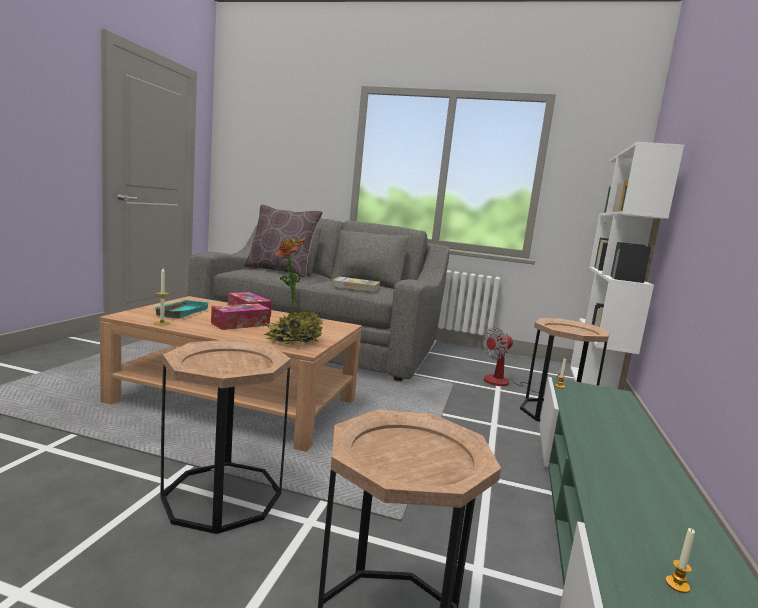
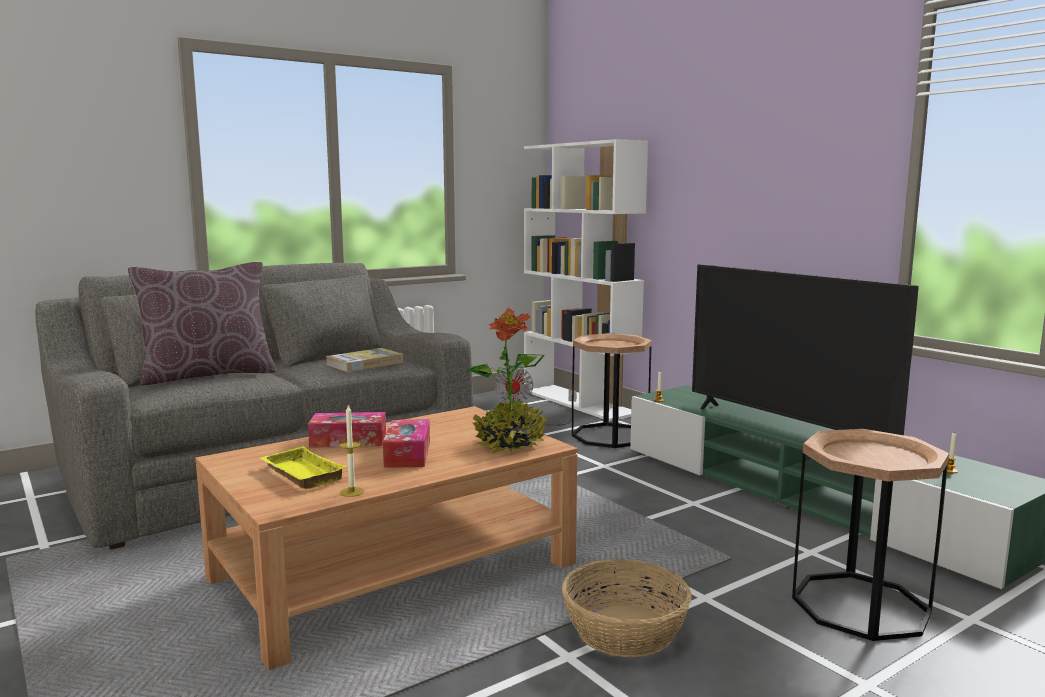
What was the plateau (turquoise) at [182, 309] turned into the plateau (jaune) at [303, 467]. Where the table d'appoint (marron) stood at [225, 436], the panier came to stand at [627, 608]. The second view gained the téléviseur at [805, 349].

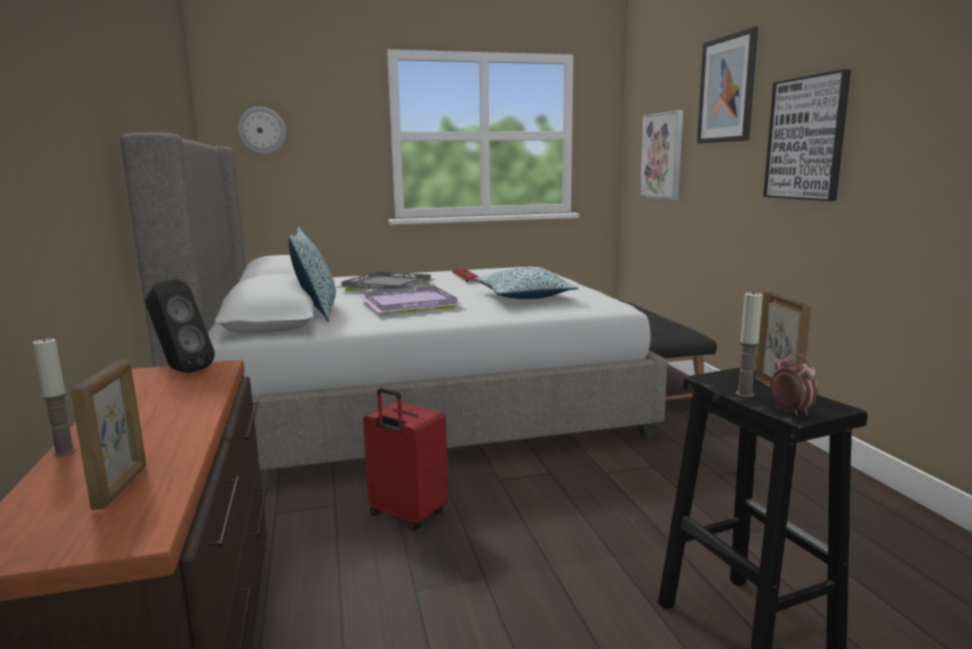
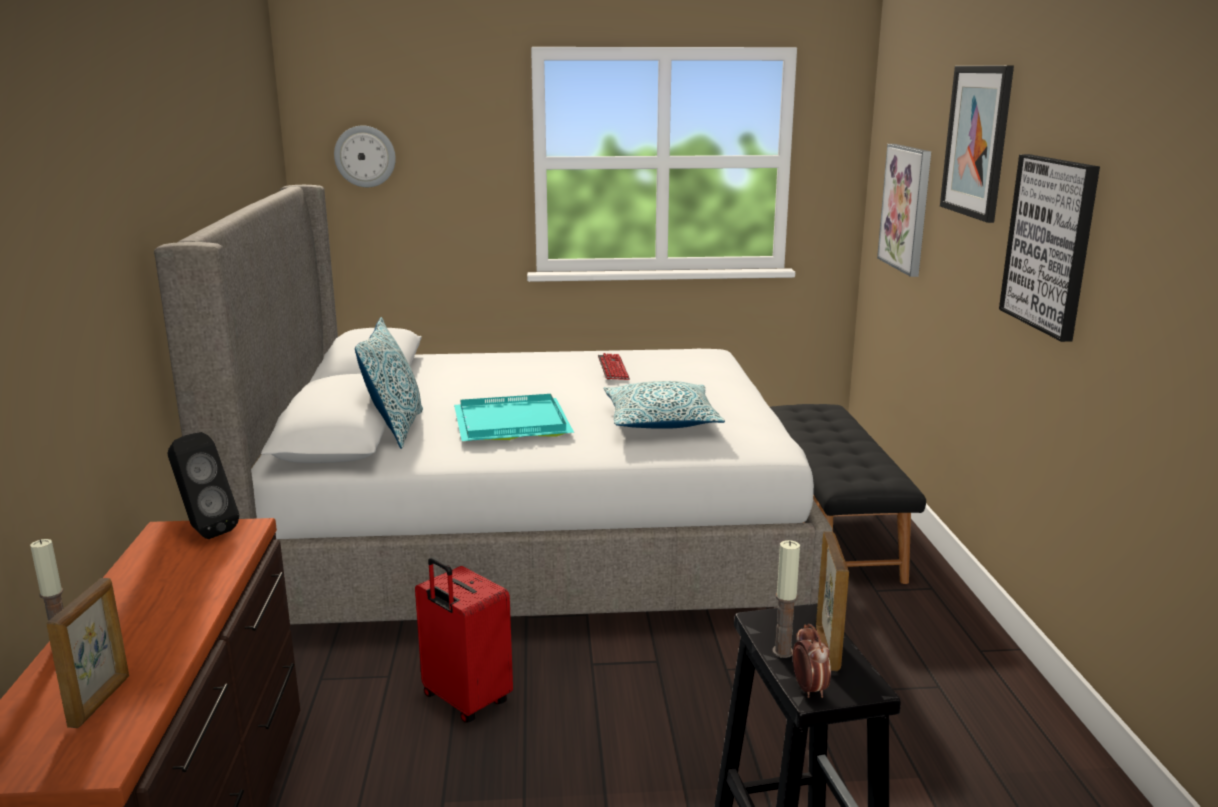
The second view lost the plateau (gris) at [386, 282]. What was the plateau (violet) at [411, 299] turned into the plateau (turquoise) at [514, 417].

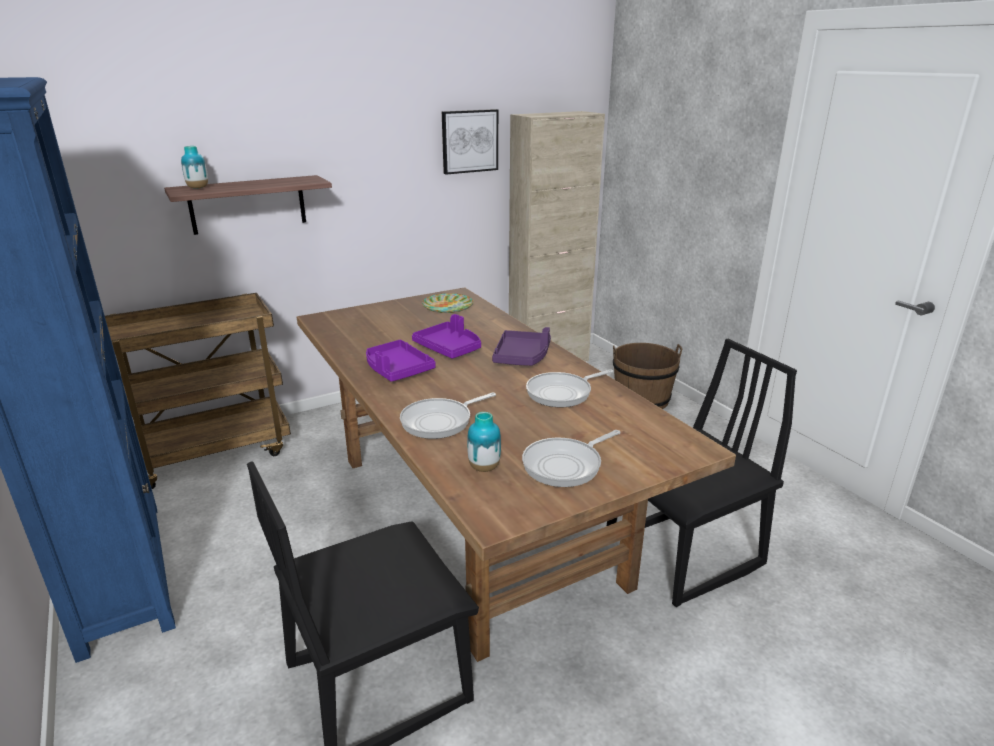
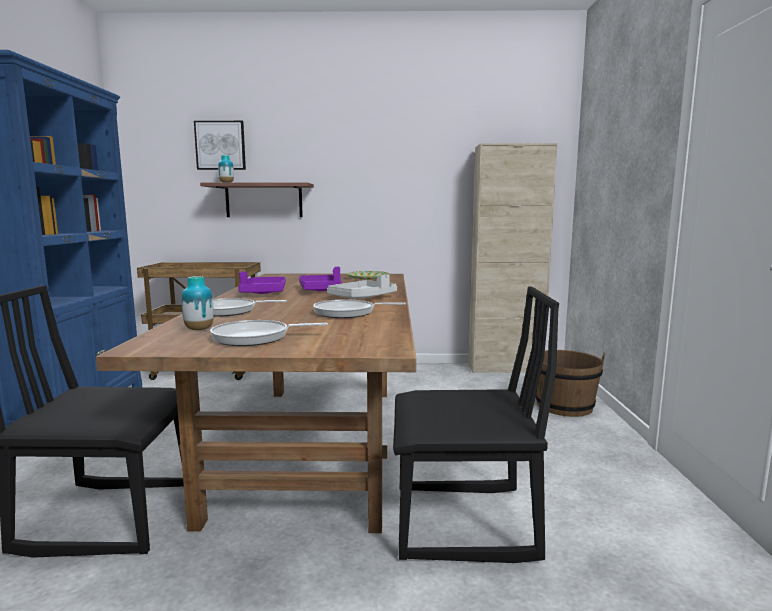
The tableau ended up elsewhere, having gone from [470, 142] to [220, 145]. What was the plateau (violet) at [521, 346] turned into the plateau (gris) at [362, 286].

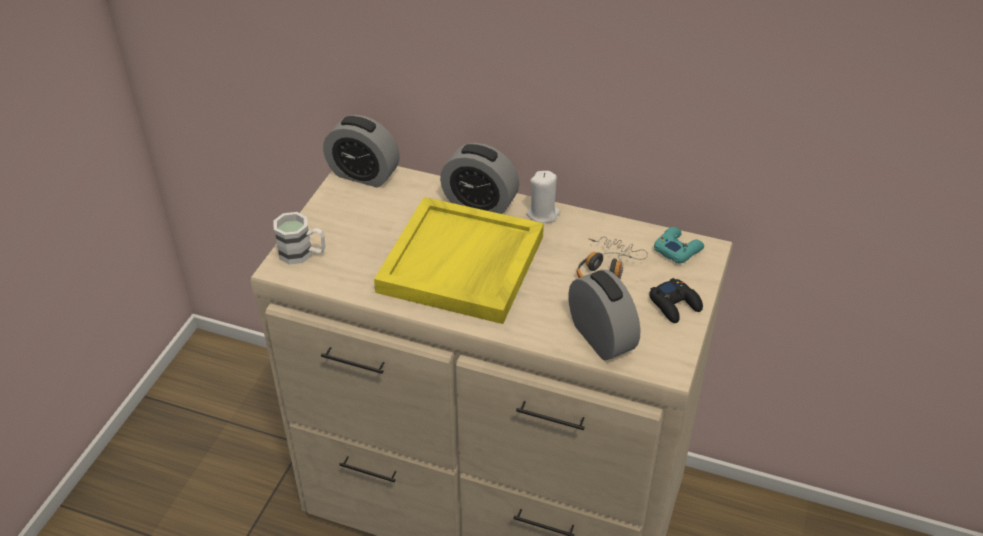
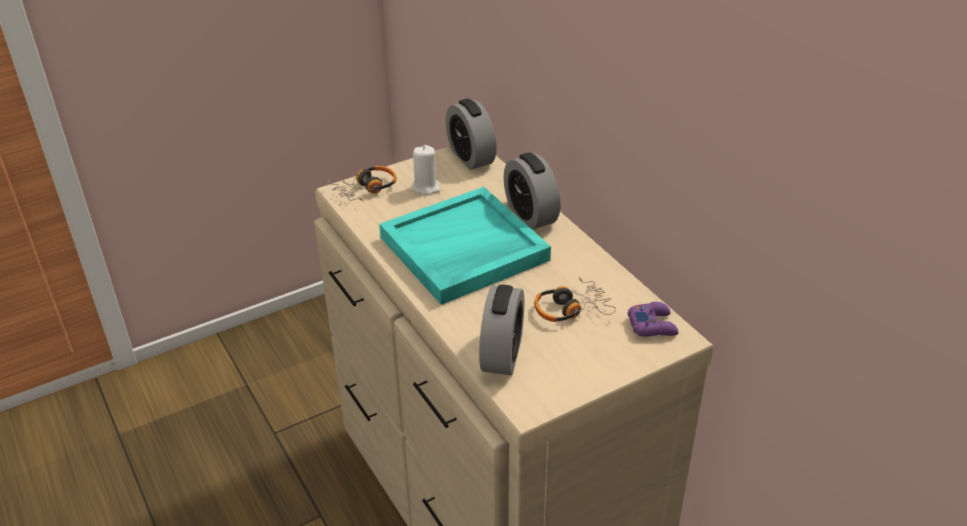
The bougie (blanc) ended up elsewhere, having gone from [543, 197] to [426, 170]. What was the plateau (jaune) at [459, 260] turned into the plateau (turquoise) at [465, 246]. Where the mug (blanc) stood at [299, 238], the casque audio came to stand at [361, 184]. What was the manette (turquoise) at [679, 245] turned into the manette (violet) at [653, 319]. The second view lost the manette (noir) at [676, 300].

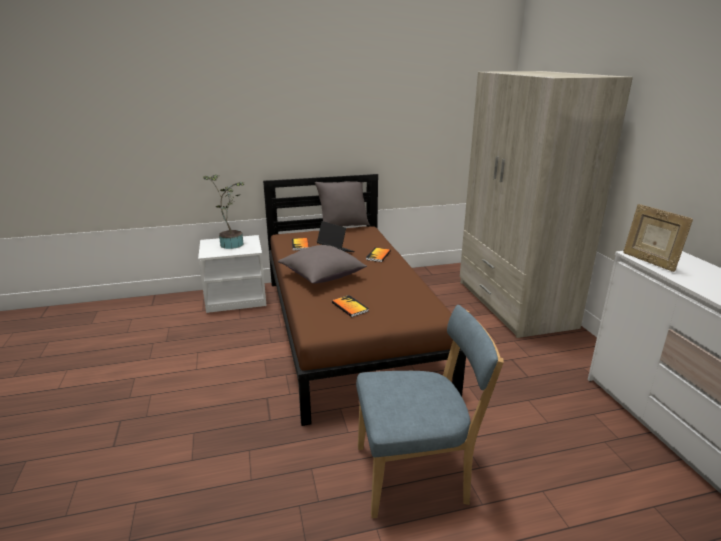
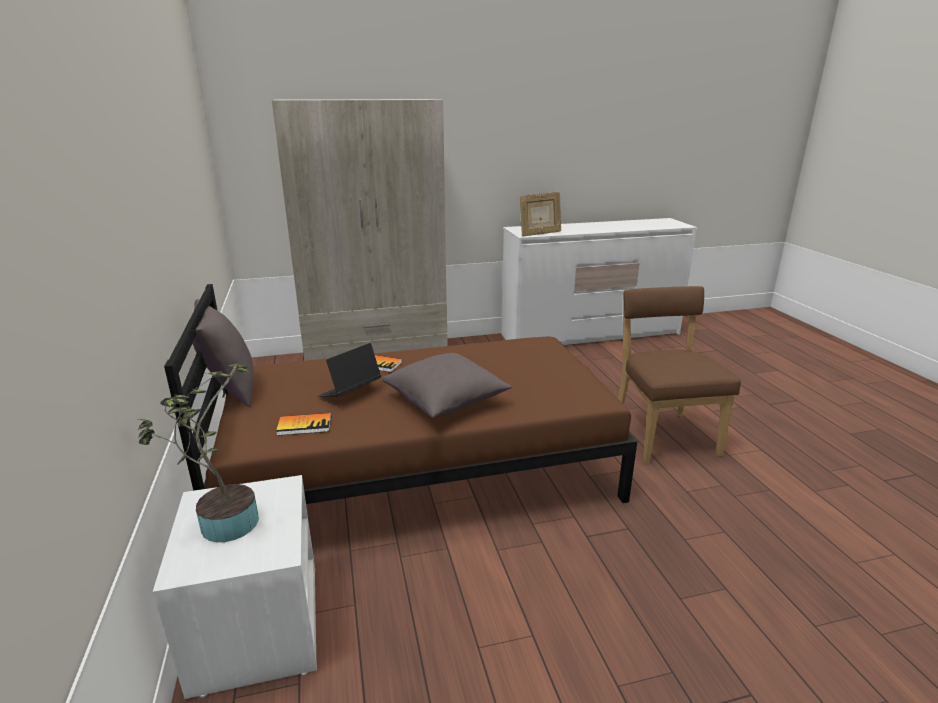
The second view lost the livre at [350, 306]. What was the chaise (bleu) at [430, 412] turned into the chaise (marron) at [679, 374].

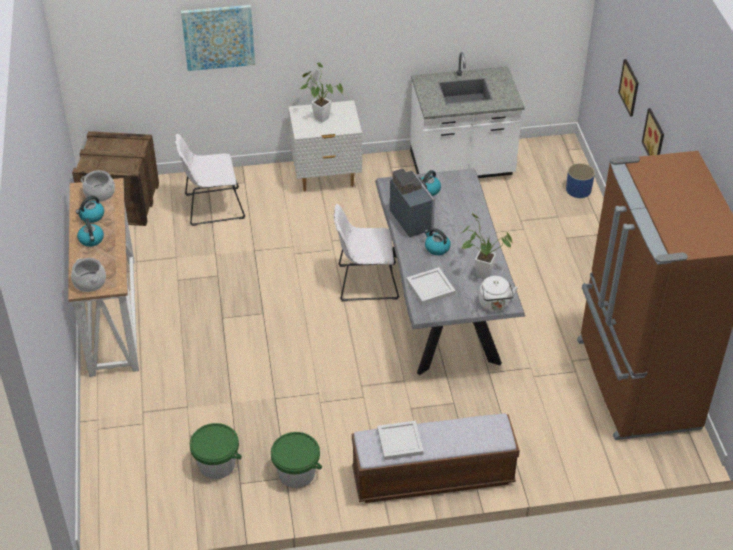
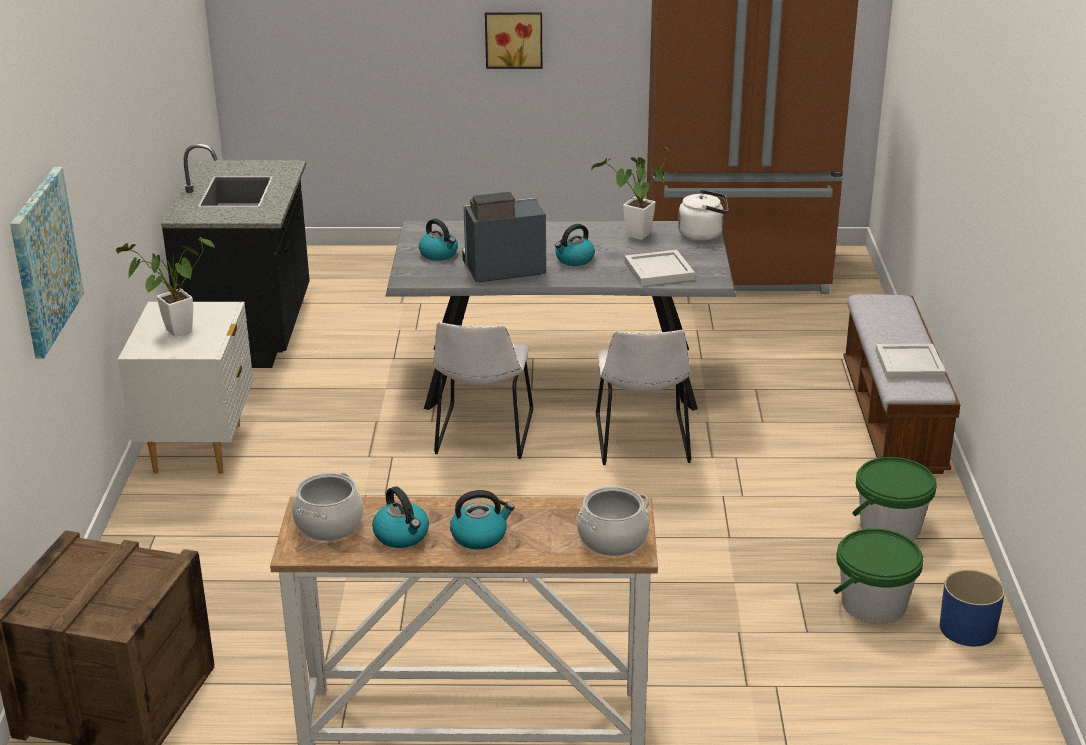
What was the comptoir de cuisine (blanc) at [467, 115] turned into the comptoir de cuisine (noir) at [235, 256]. The second view lost the tableau at [628, 88]. The chaise (blanc) ended up elsewhere, having gone from [210, 179] to [643, 397]. The cache-pot (bleu) ended up elsewhere, having gone from [580, 180] to [972, 608].

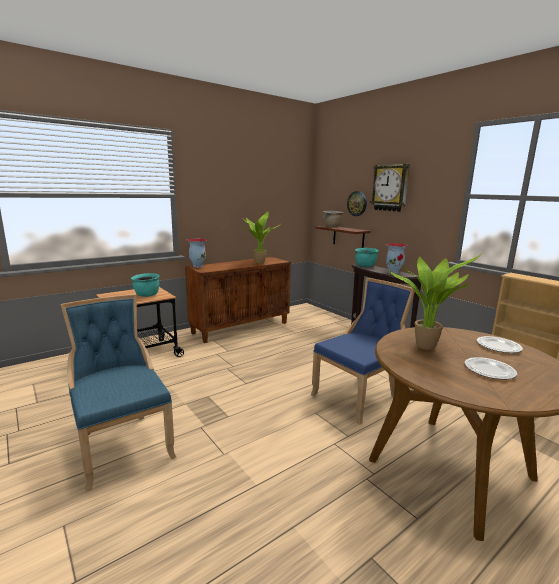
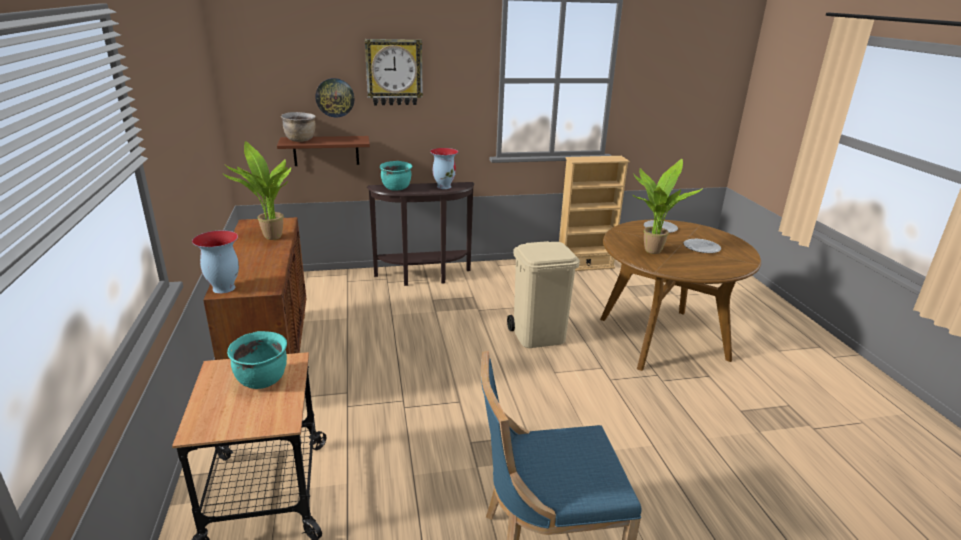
Where the chaise (bleu) stood at [363, 351], the poubelle (beige) came to stand at [543, 294].

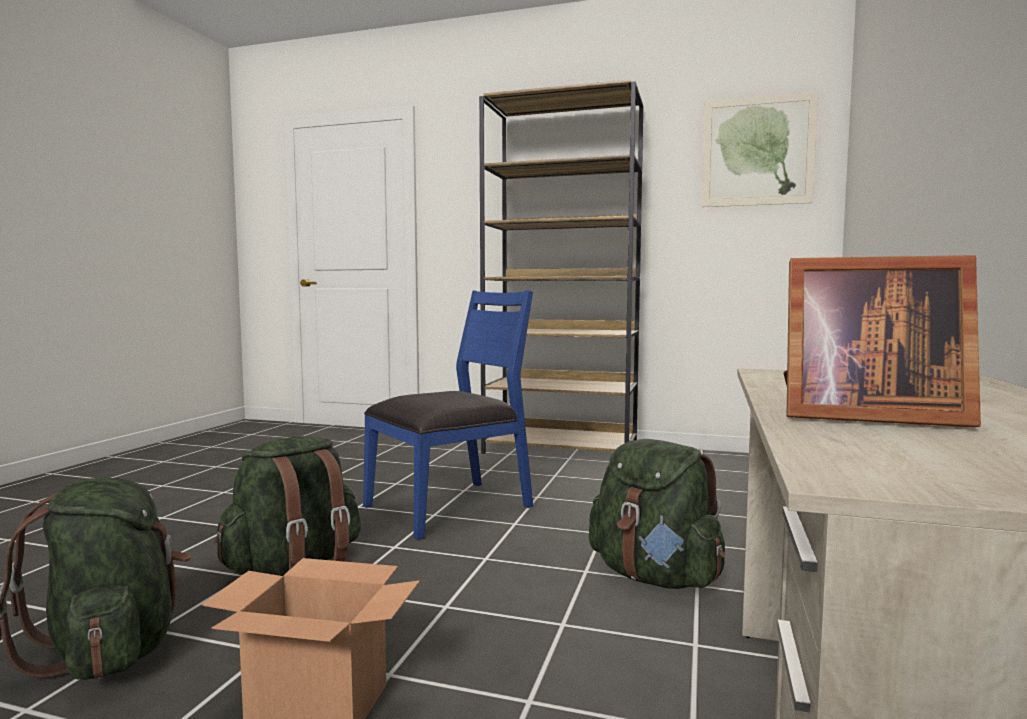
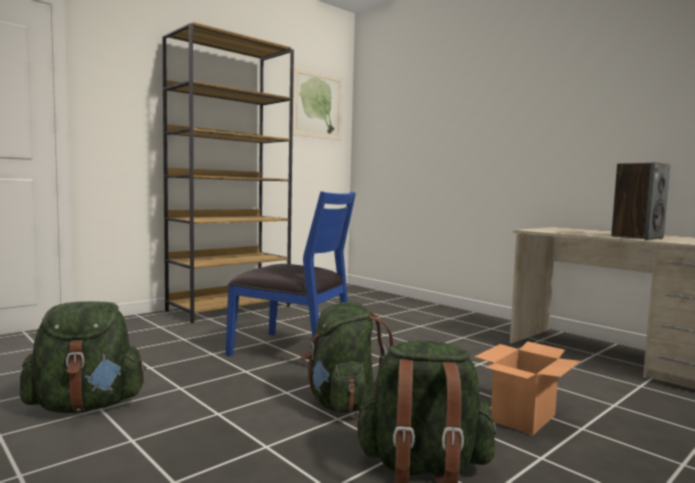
Where the cadre photo stood at [882, 341], the enceinte came to stand at [640, 201]. The chaise (bleu) at [448, 415] ended up facing another way, 120 degrees clockwise from before. The sac à dos (vert) ended up elsewhere, having gone from [657, 514] to [83, 357].

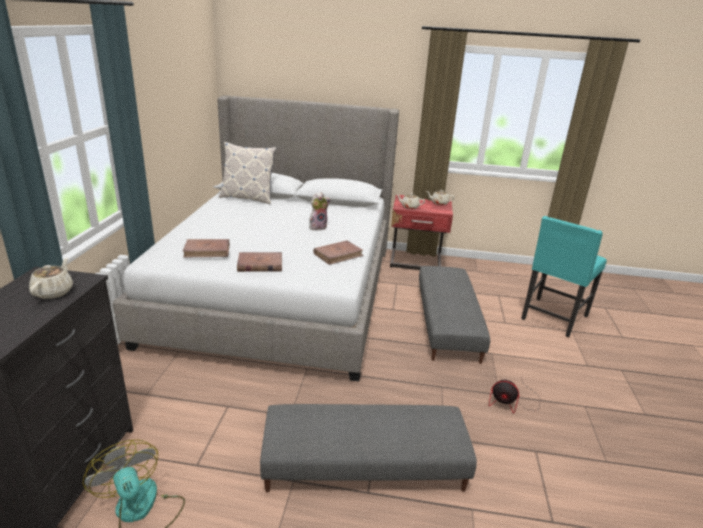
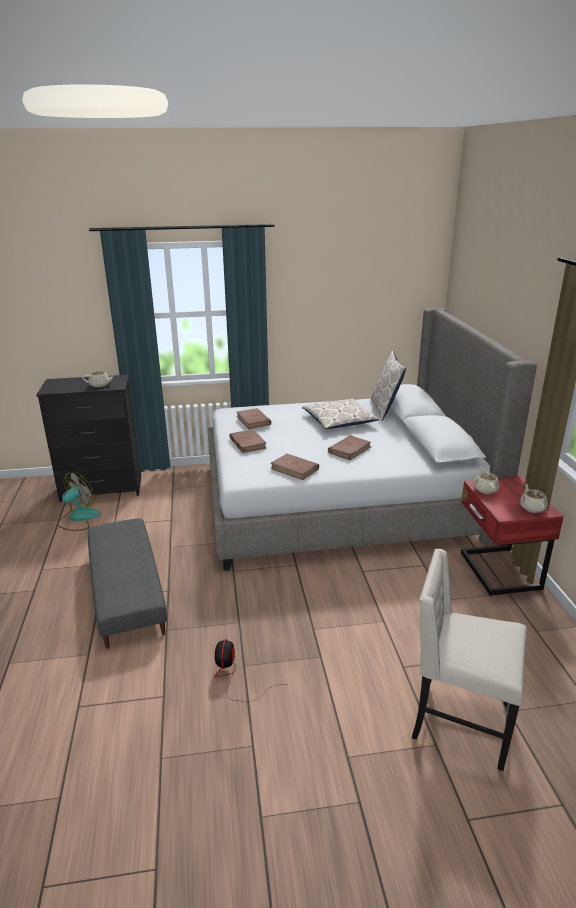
Where the peluche stood at [320, 211], the livre (marron) came to stand at [350, 447]. What was the chaise (turquoise) at [564, 276] turned into the chaise (beige) at [469, 660]. The second view lost the pouf (gris) at [454, 315]. The second view gained the coussin at [341, 413].

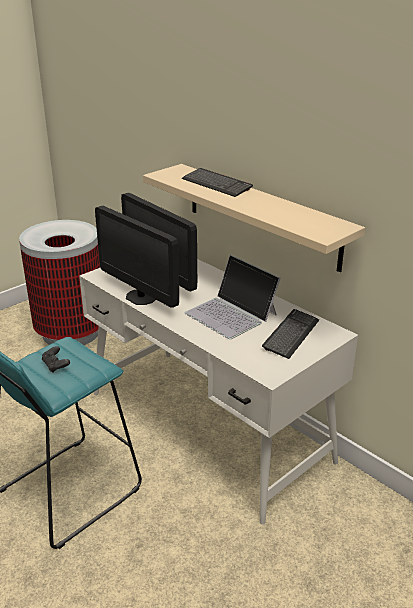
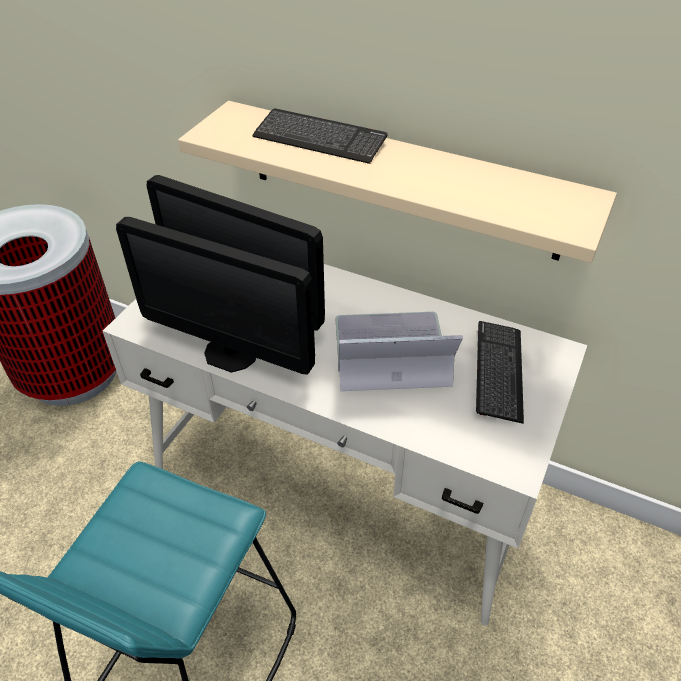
The ordinateur portable at [232, 297] ended up facing another way, 150 degrees clockwise from before. The second view lost the manette (noir) at [56, 359].

